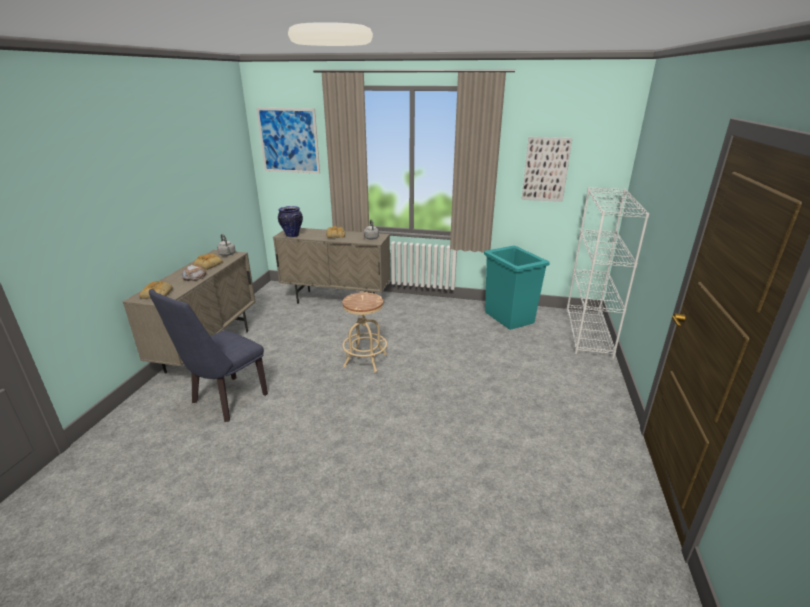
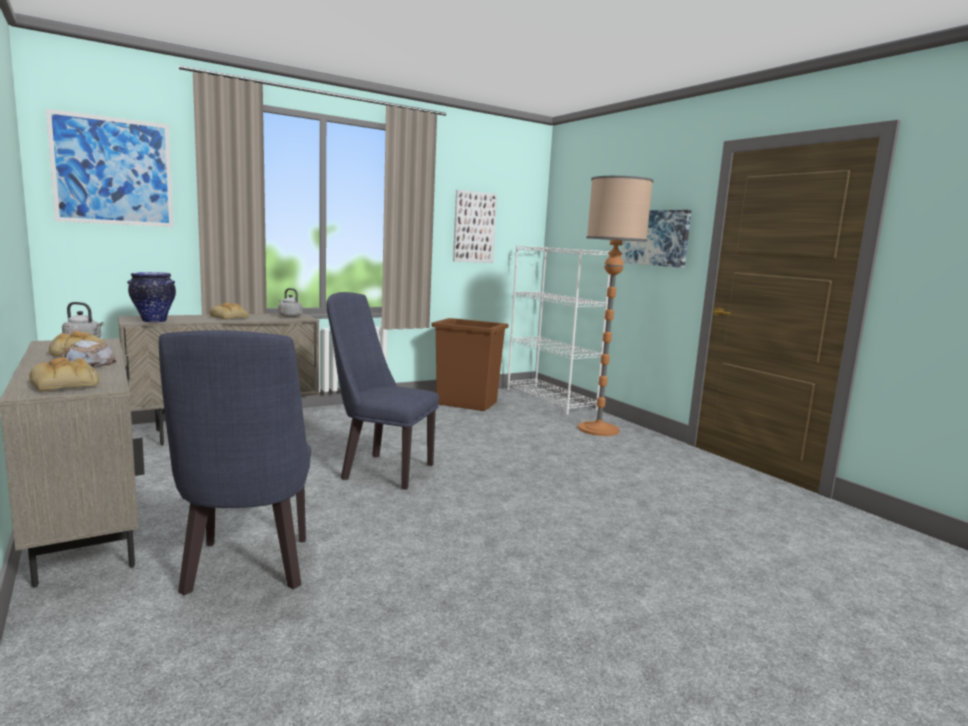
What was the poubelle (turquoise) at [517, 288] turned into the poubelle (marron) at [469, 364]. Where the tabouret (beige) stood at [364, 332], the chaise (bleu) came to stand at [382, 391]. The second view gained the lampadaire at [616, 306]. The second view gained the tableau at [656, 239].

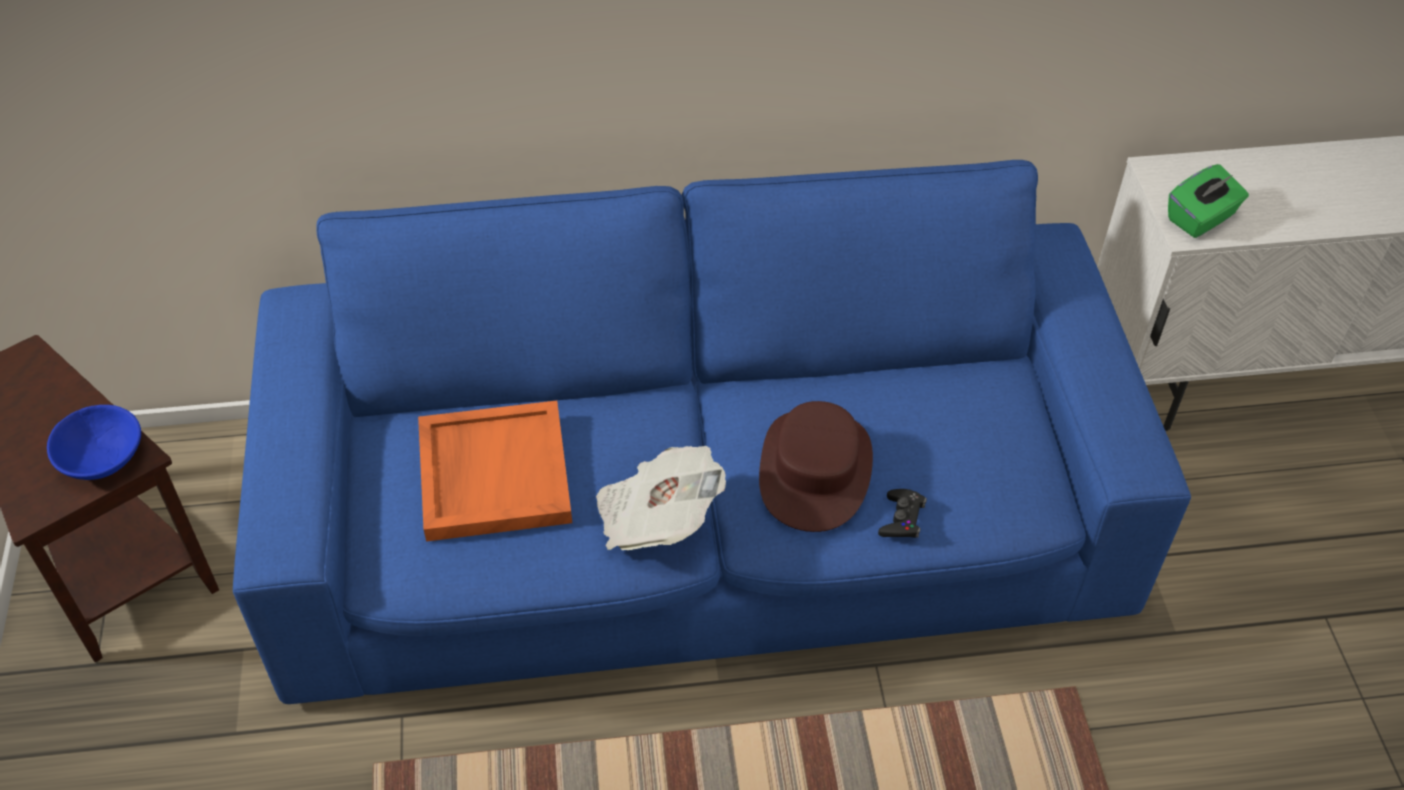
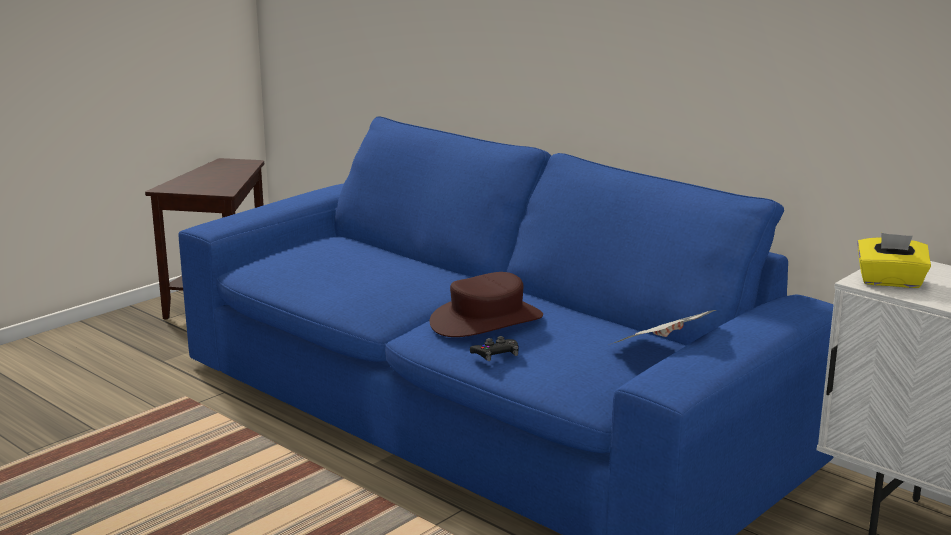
What was the boîte à mouchoirs (vert) at [1208, 201] turned into the boîte à mouchoirs (jaune) at [894, 260]. The second view lost the plateau (orange) at [495, 471]. The second view lost the bol (bleu) at [94, 442]. The journal ended up elsewhere, having gone from [661, 498] to [662, 327].

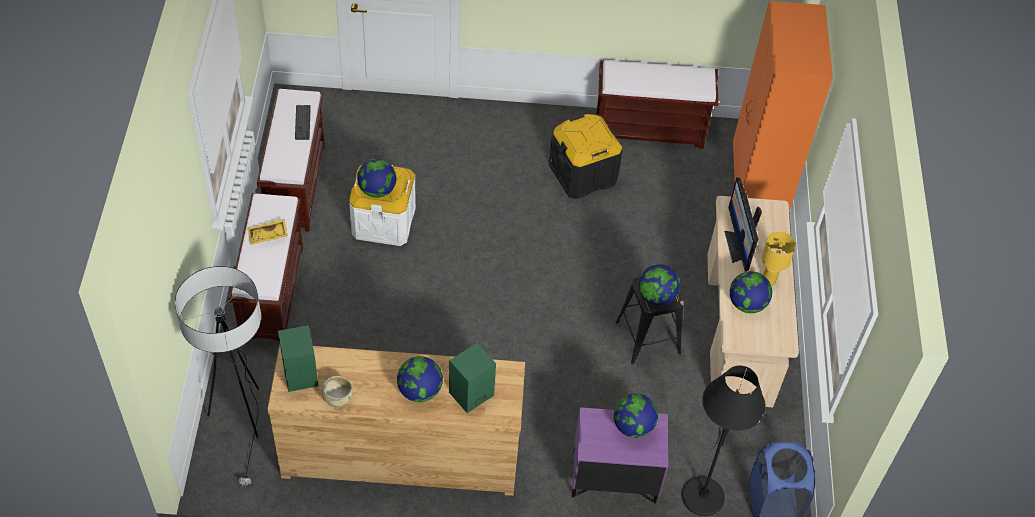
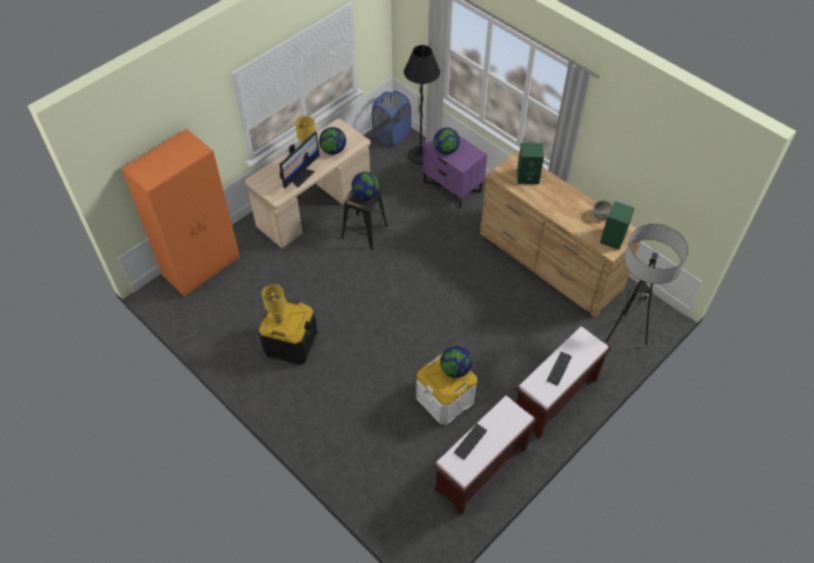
The second view lost the banc (marron) at [657, 104]. Where the plateau (jaune) stood at [267, 232], the clavier came to stand at [559, 369]. The second view lost the globe at [420, 379]. The second view gained the lampe de table (jaune) at [274, 304].

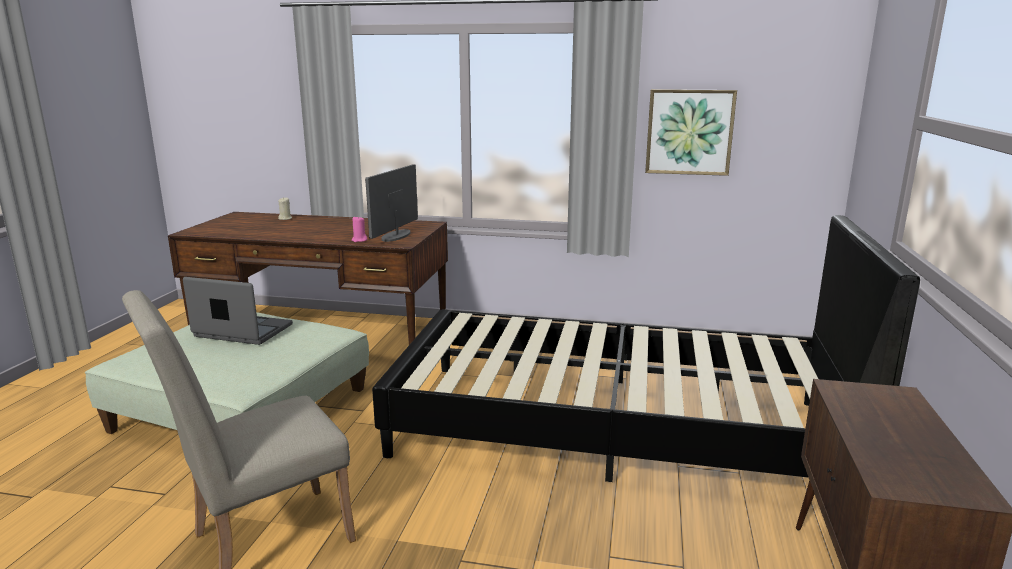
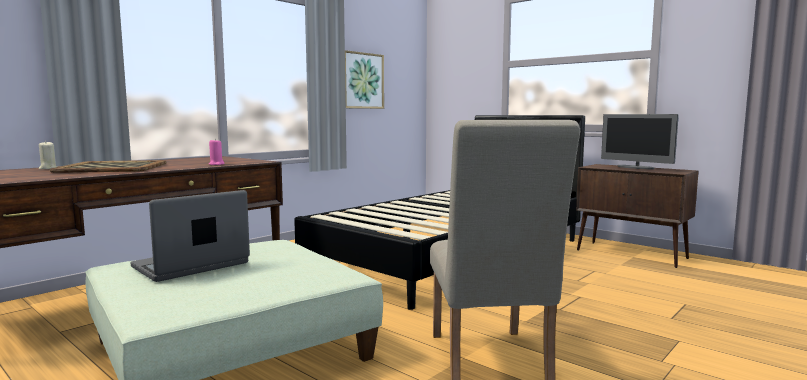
The écran d'ordinateur ended up elsewhere, having gone from [391, 203] to [640, 141]. The second view gained the plateau at [108, 166].

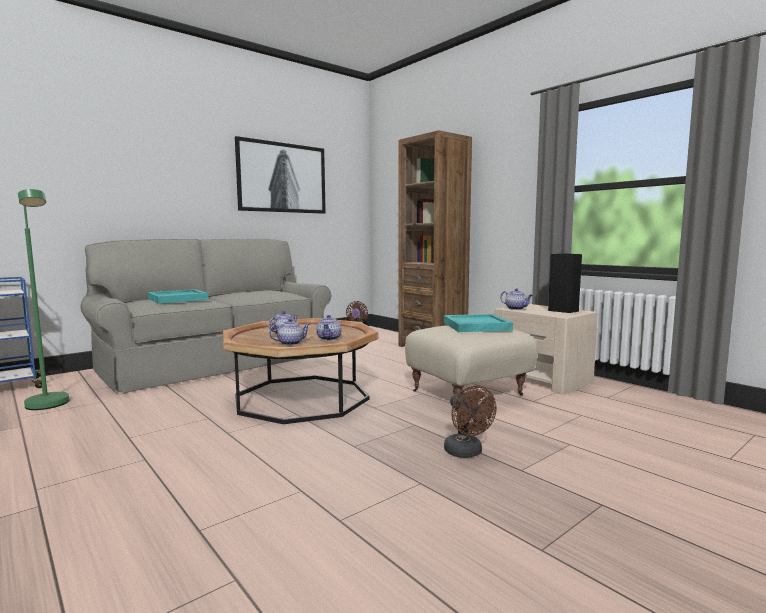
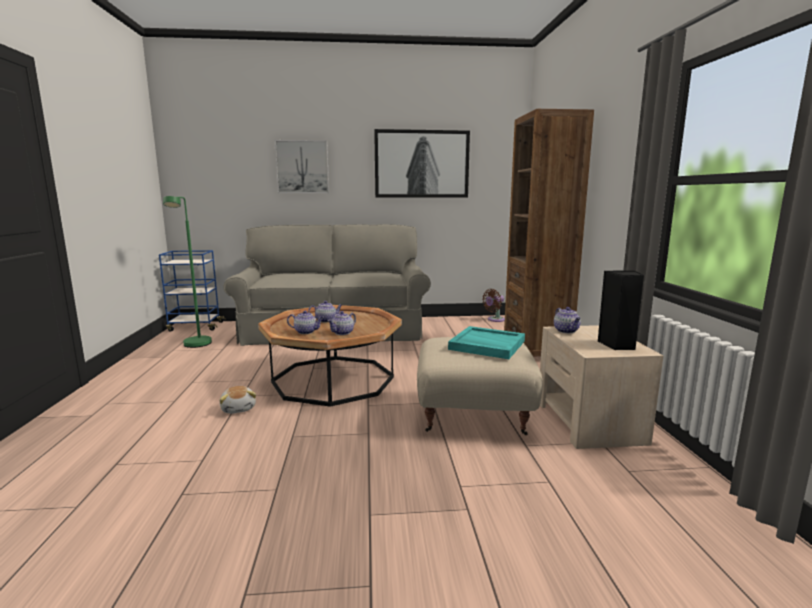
The second view lost the plateau (turquoise) at [178, 296]. The second view lost the ventilateur (marron) at [470, 422]. The second view gained the tableau at [301, 166]. The second view gained the peluche at [238, 400].

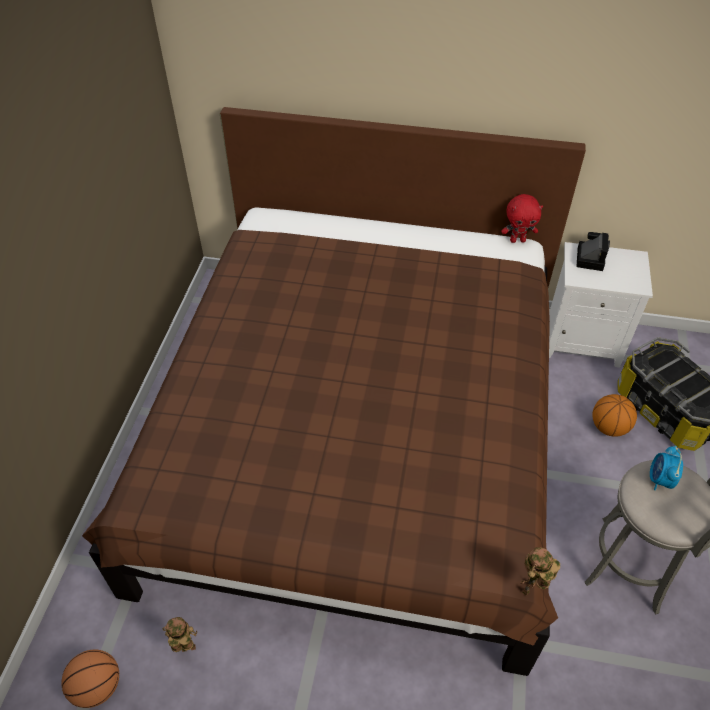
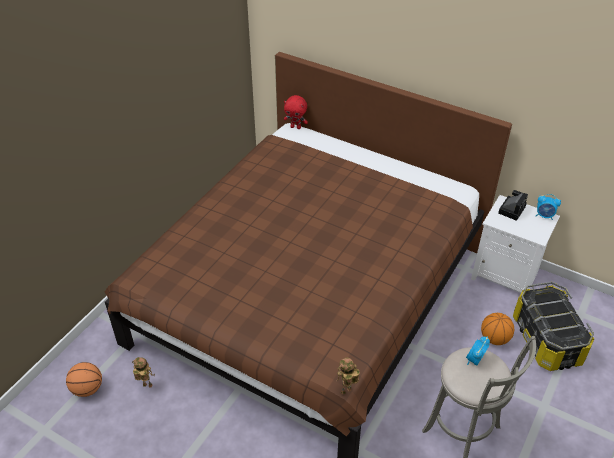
The peluche (rouge) ended up elsewhere, having gone from [522, 218] to [296, 112]. The second view gained the réveil at [548, 207].

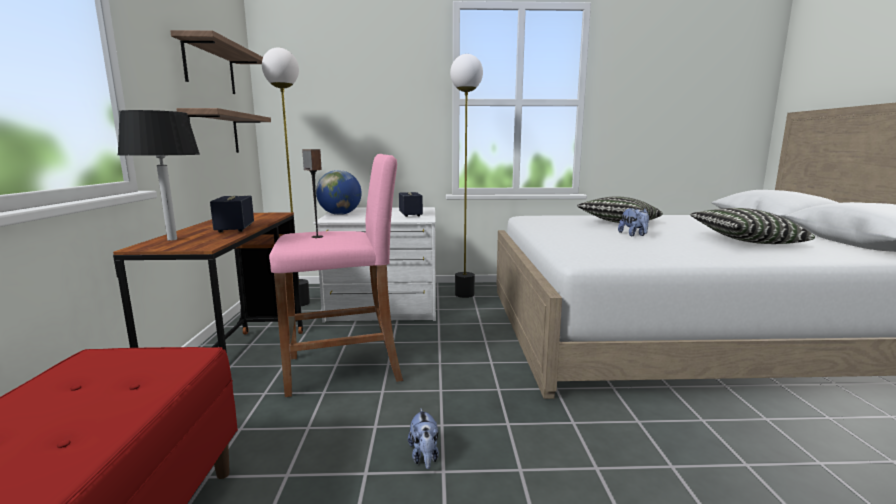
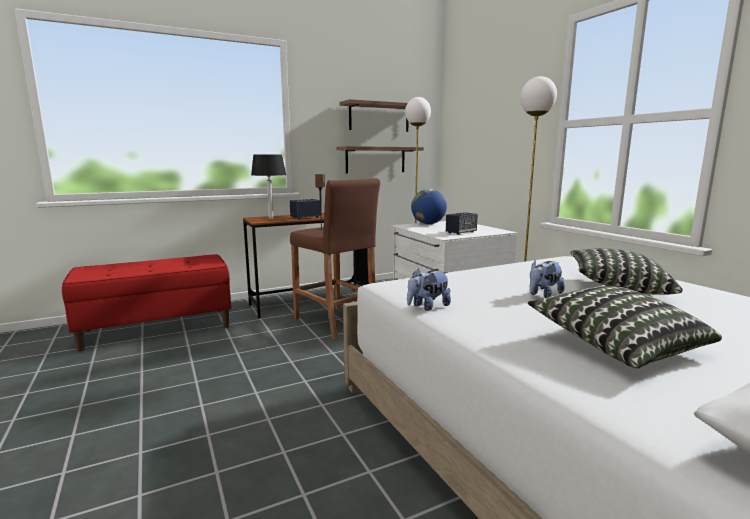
What was the tabouret (rose) at [336, 275] turned into the tabouret (marron) at [335, 258]. The peluche ended up elsewhere, having gone from [423, 438] to [429, 290].

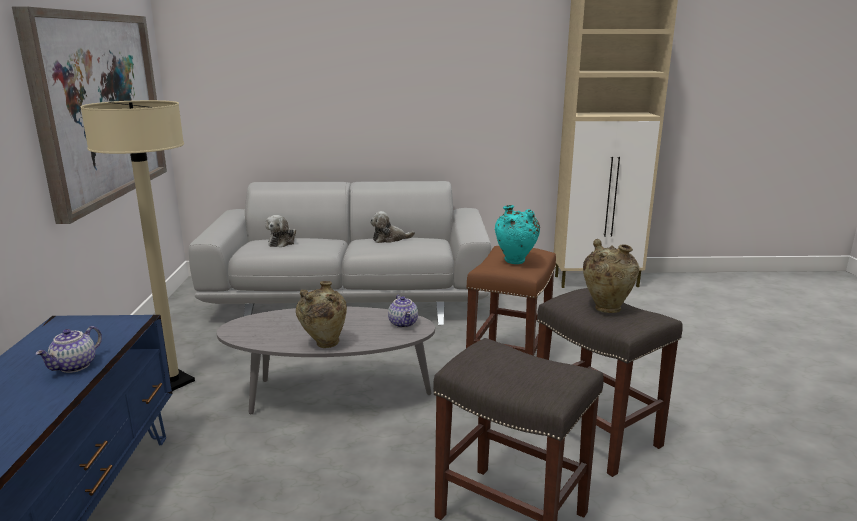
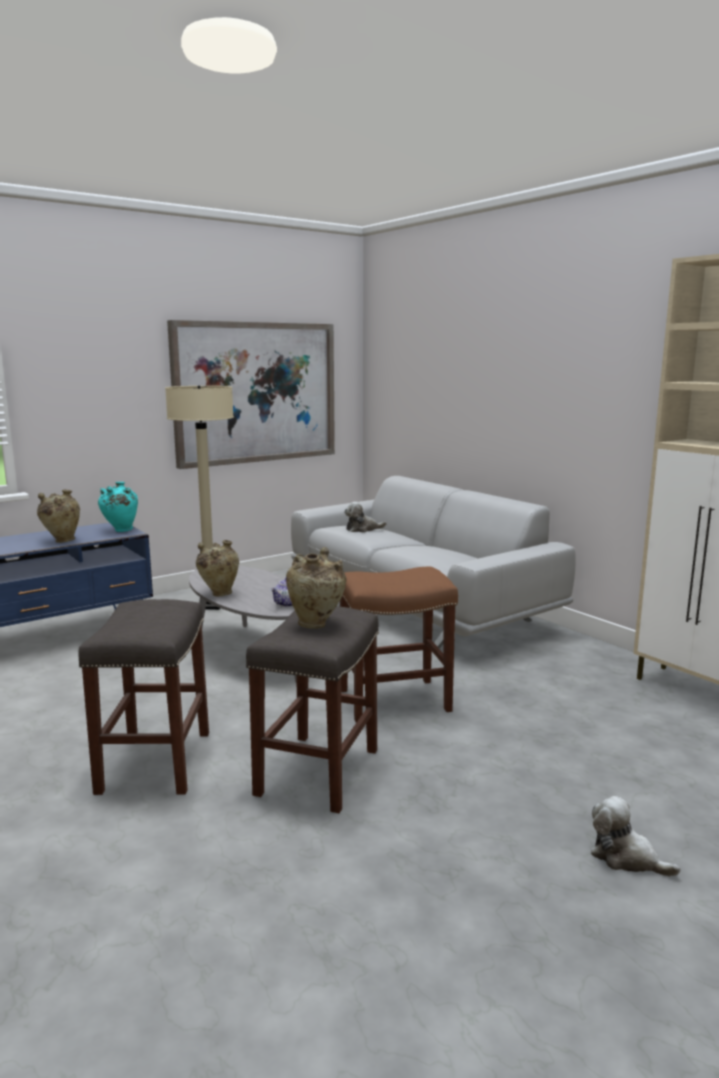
The vase (turquoise) ended up elsewhere, having gone from [517, 234] to [118, 507]. The peluche ended up elsewhere, having gone from [392, 227] to [635, 836]. Where the théière stood at [68, 349], the vase (beige) came to stand at [58, 516].

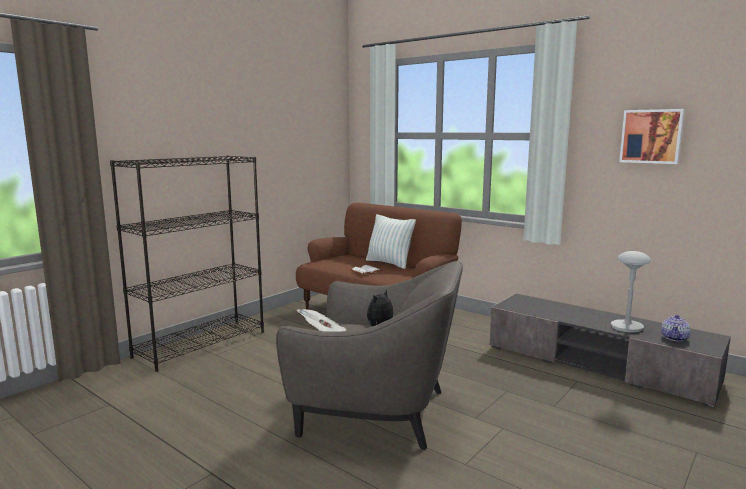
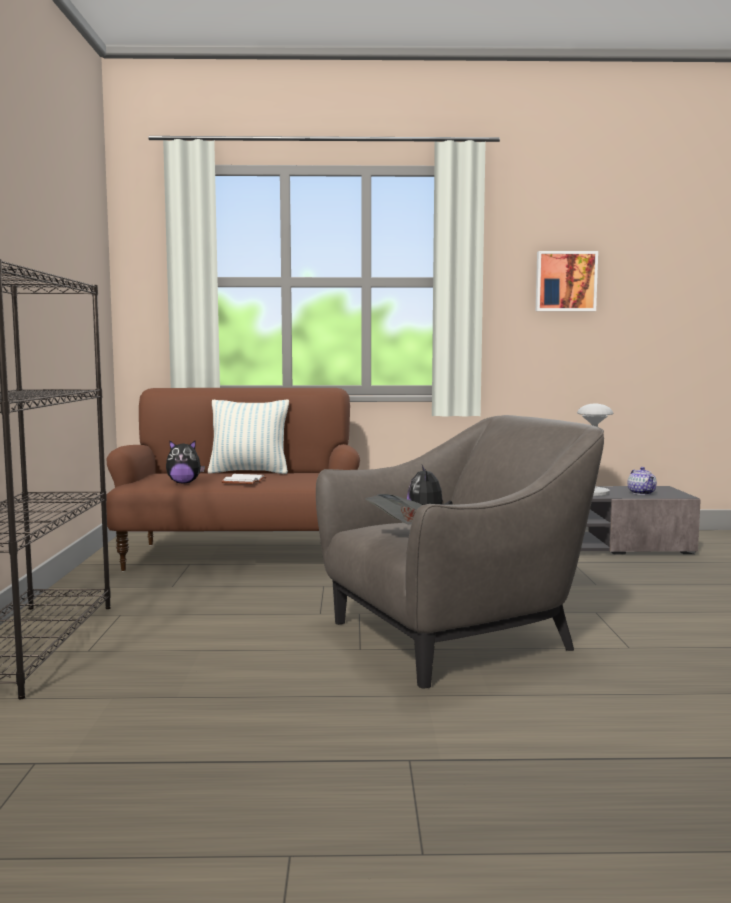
The second view gained the peluche at [185, 462].

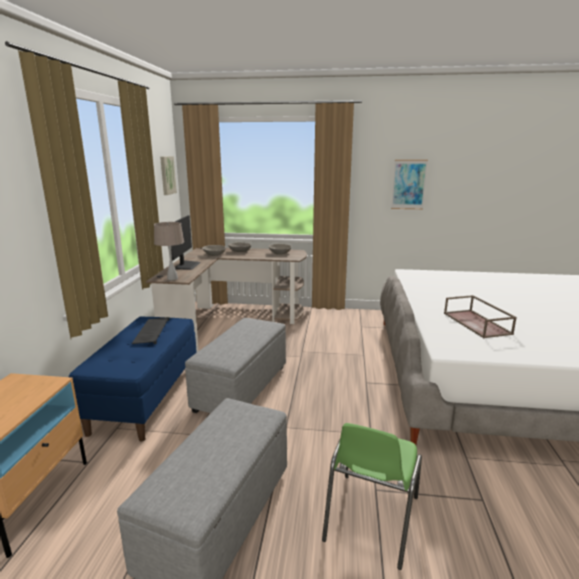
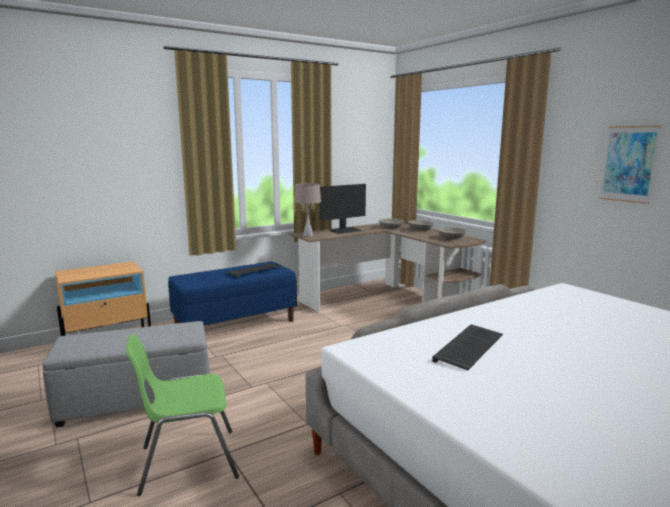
The second view lost the tableau at [168, 175]. Where the plateau (marron) stood at [480, 316], the clavier came to stand at [467, 347]. The second view lost the pouf (gris) at [235, 365].

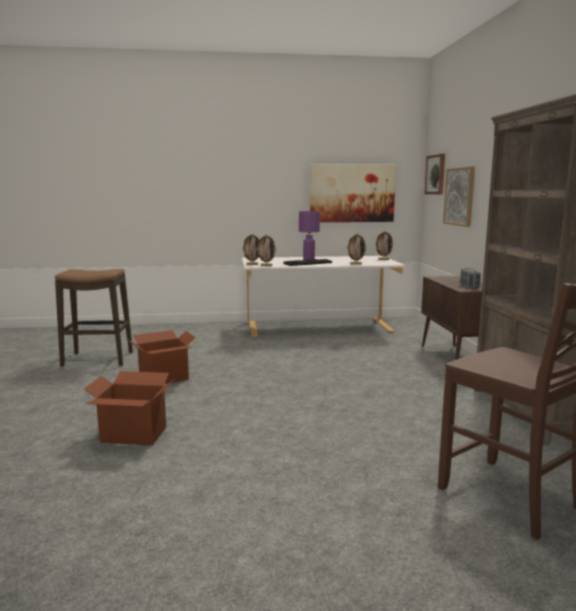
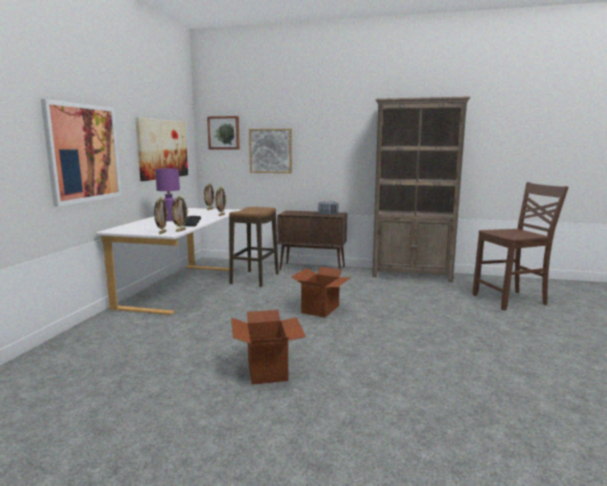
The tabouret ended up elsewhere, having gone from [94, 318] to [254, 247]. The carton ended up elsewhere, having gone from [129, 408] to [321, 292]. The second view gained the tableau at [81, 153].

